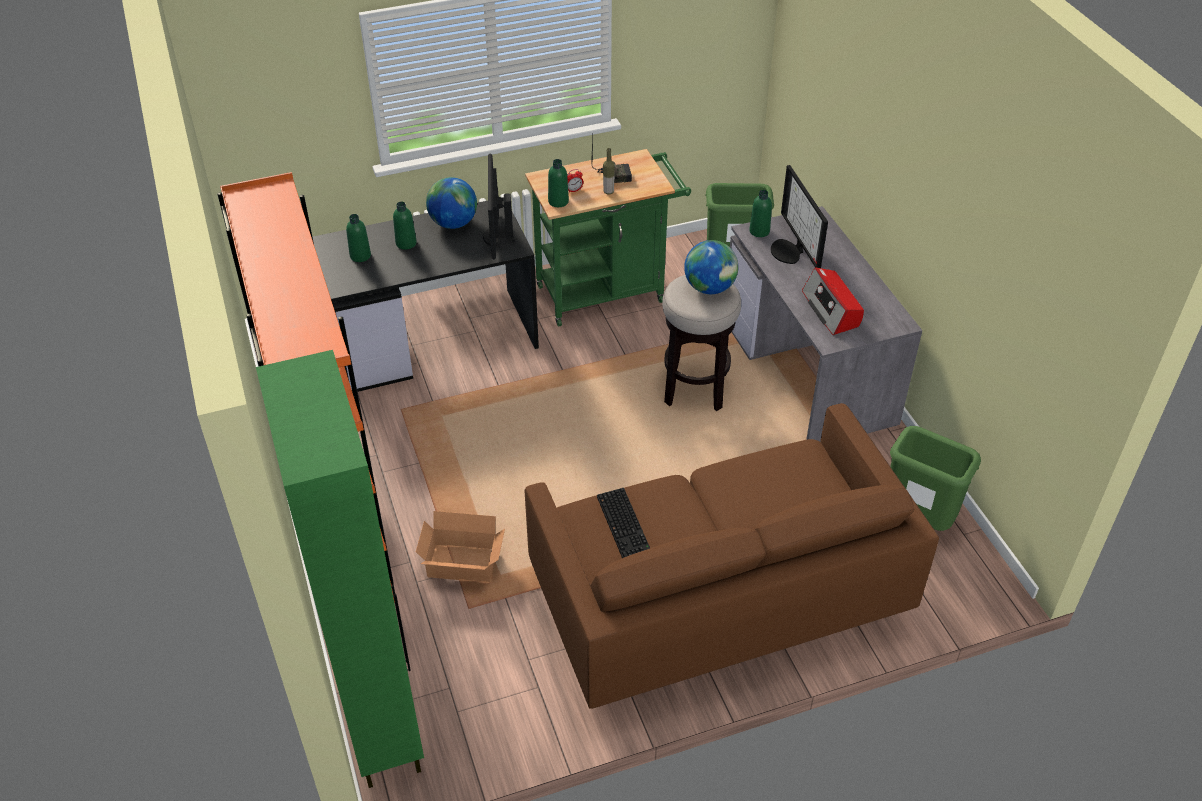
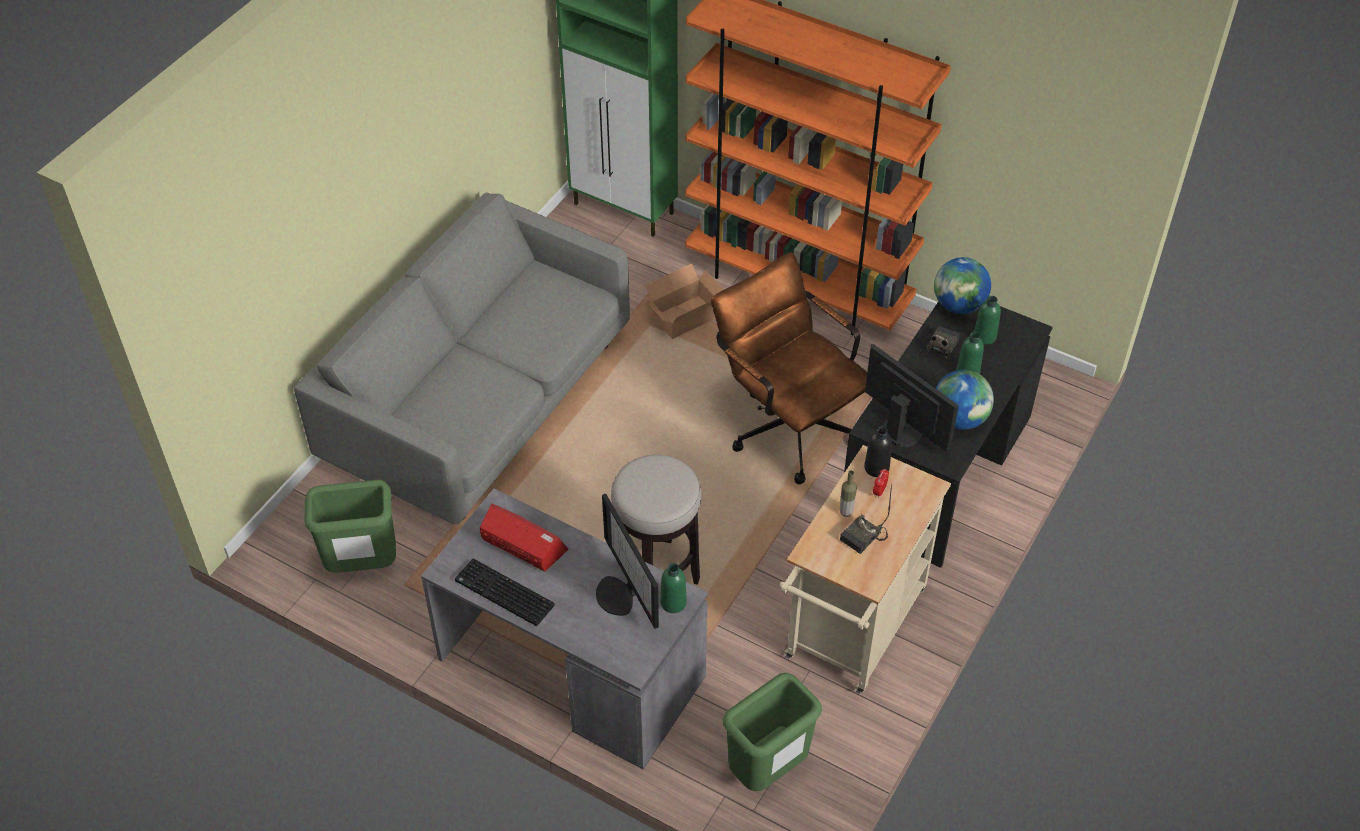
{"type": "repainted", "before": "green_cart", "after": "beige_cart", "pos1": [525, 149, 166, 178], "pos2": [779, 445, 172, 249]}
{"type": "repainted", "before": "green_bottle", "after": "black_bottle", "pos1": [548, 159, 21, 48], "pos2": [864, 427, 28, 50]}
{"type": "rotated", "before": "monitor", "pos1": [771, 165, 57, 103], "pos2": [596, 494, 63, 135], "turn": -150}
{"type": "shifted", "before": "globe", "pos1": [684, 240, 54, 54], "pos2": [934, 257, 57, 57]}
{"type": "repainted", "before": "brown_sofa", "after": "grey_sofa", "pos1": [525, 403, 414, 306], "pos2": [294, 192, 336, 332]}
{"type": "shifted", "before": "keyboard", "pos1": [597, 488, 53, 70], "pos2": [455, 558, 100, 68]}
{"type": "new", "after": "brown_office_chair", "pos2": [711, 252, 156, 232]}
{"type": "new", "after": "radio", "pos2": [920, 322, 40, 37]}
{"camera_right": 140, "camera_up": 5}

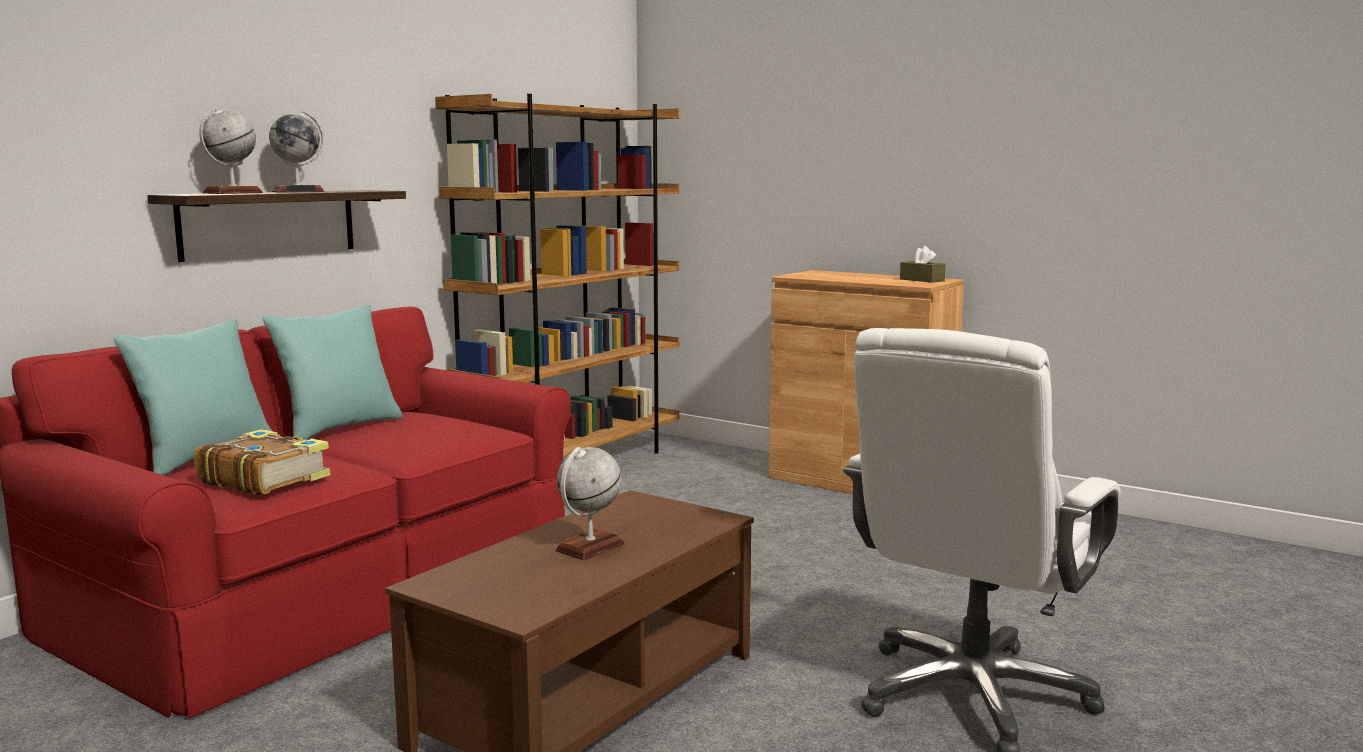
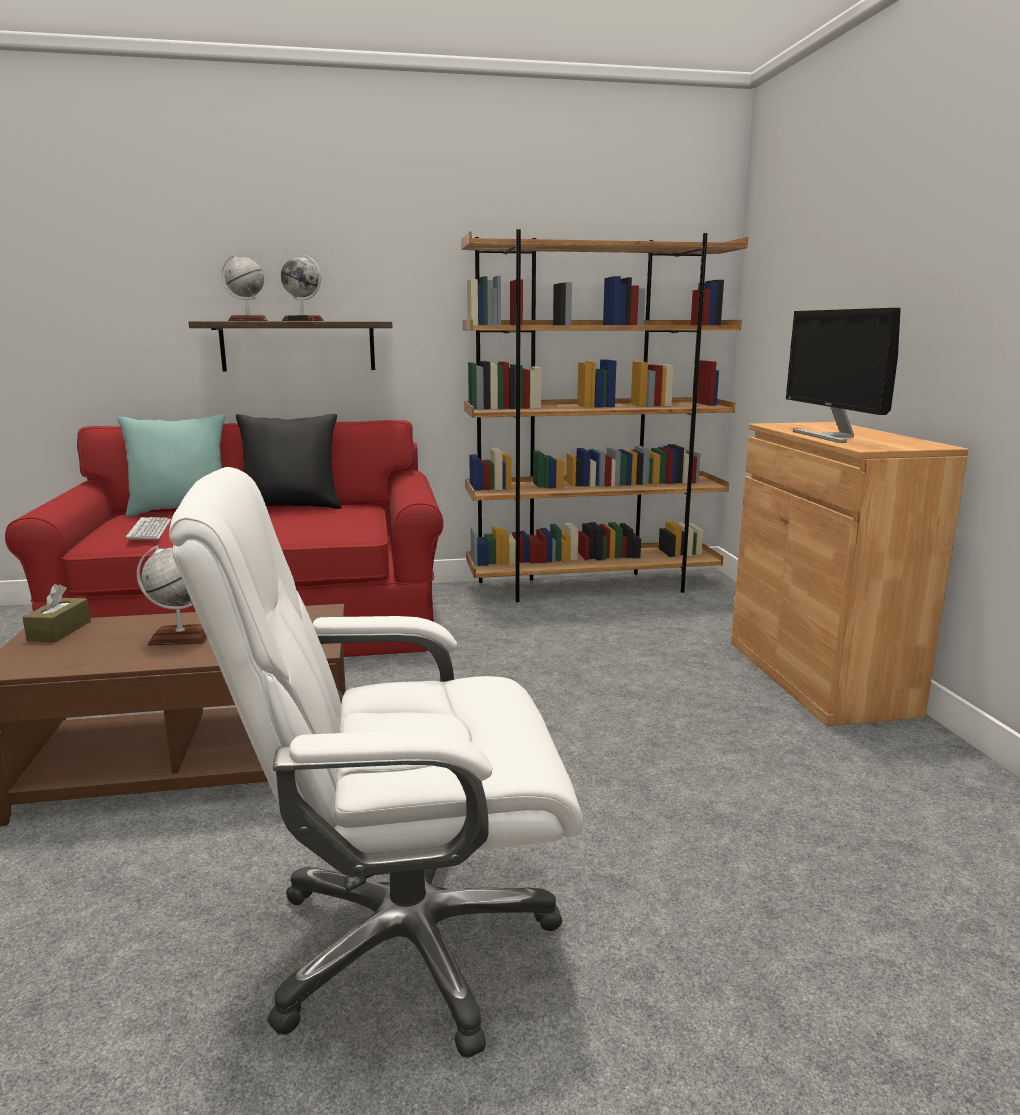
{"type": "shifted", "before": "brown_tissue_box", "pos1": [900, 246, 46, 37], "pos2": [22, 584, 69, 58]}
{"type": "repainted", "before": "turquoise_pillow", "after": "black_pillow", "pos1": [263, 304, 140, 136], "pos2": [236, 414, 106, 95]}
{"type": "swapped", "before": "book", "after": "keyboard", "pos1": [194, 429, 136, 67], "pos2": [126, 517, 45, 23]}
{"type": "new", "after": "monitor", "pos2": [786, 308, 115, 135]}
{"camera_right": 45, "camera_up": 5}

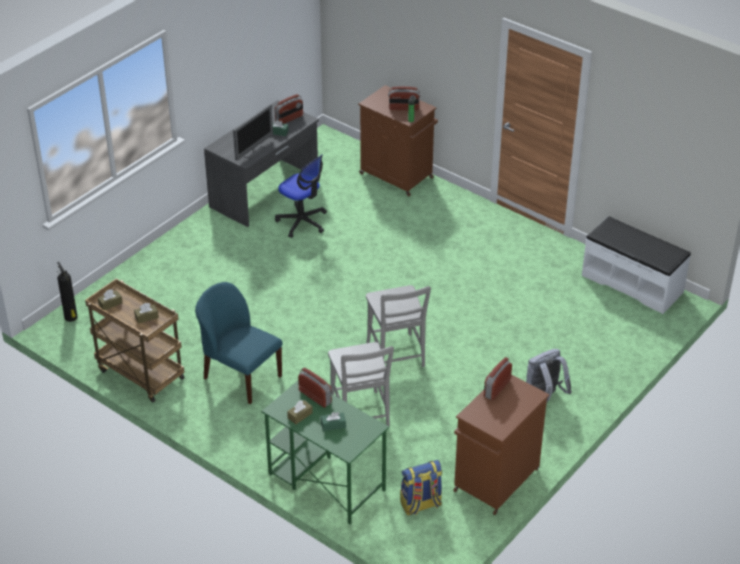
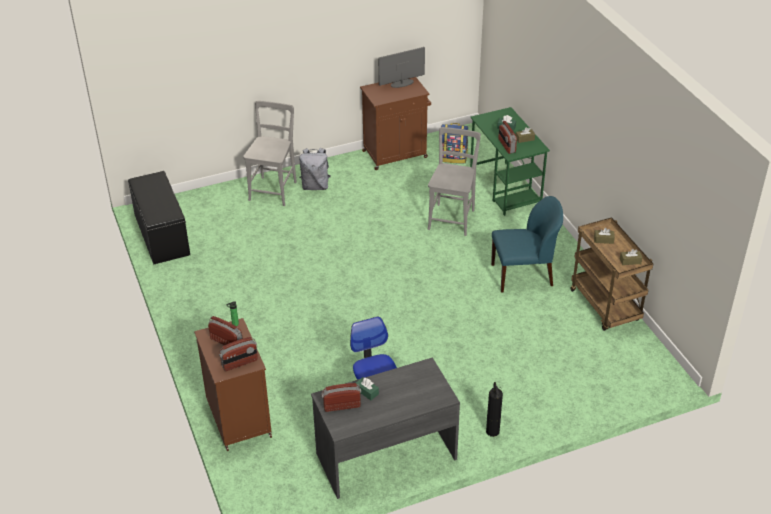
{"type": "shifted", "before": "monitor", "pos1": [233, 105, 40, 55], "pos2": [378, 47, 47, 41]}
{"type": "repainted", "before": "white_bench", "after": "black_bench", "pos1": [582, 216, 109, 98], "pos2": [128, 171, 62, 94]}
{"type": "shifted", "before": "fire_extinguisher", "pos1": [57, 262, 21, 60], "pos2": [486, 382, 17, 55]}
{"type": "rotated", "before": "blue_chair", "pos1": [195, 282, 88, 122], "pos2": [491, 196, 72, 97], "turn": -75}
{"type": "shifted", "before": "grey_chair", "pos1": [366, 285, 65, 82], "pos2": [243, 101, 54, 105]}
{"type": "shifted", "before": "radio", "pos1": [484, 357, 28, 43], "pos2": [219, 337, 39, 34]}
{"camera_right": -150, "camera_up": 0}

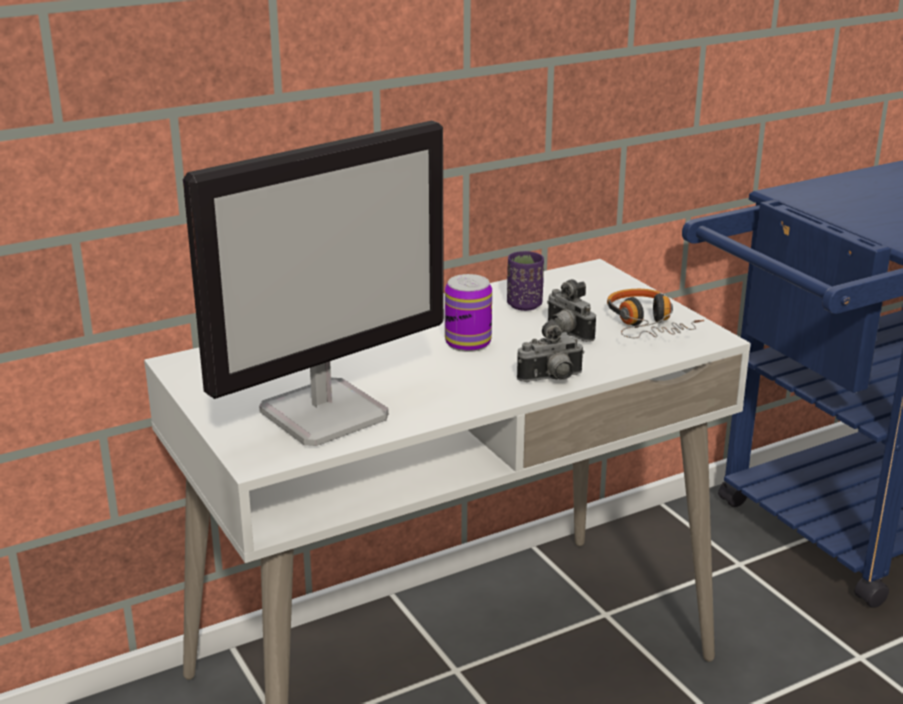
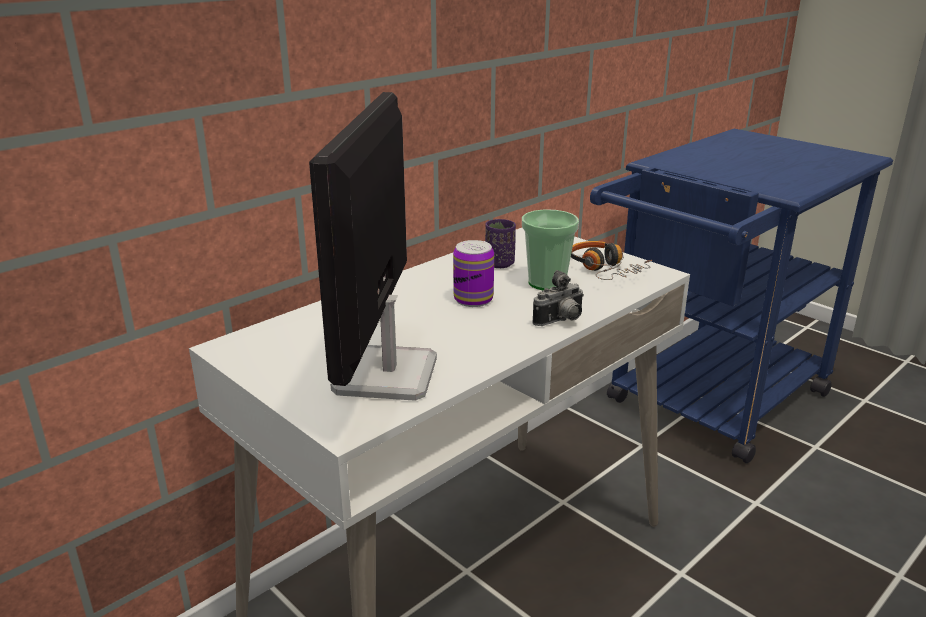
{"type": "rotated", "before": "monitor", "pos1": [183, 121, 261, 325], "pos2": [309, 92, 128, 309], "turn": 150}
{"type": "swapped", "before": "photo_camera", "after": "cup", "pos1": [547, 279, 49, 63], "pos2": [522, 209, 57, 81]}
{"camera_right": -15, "camera_up": 0}

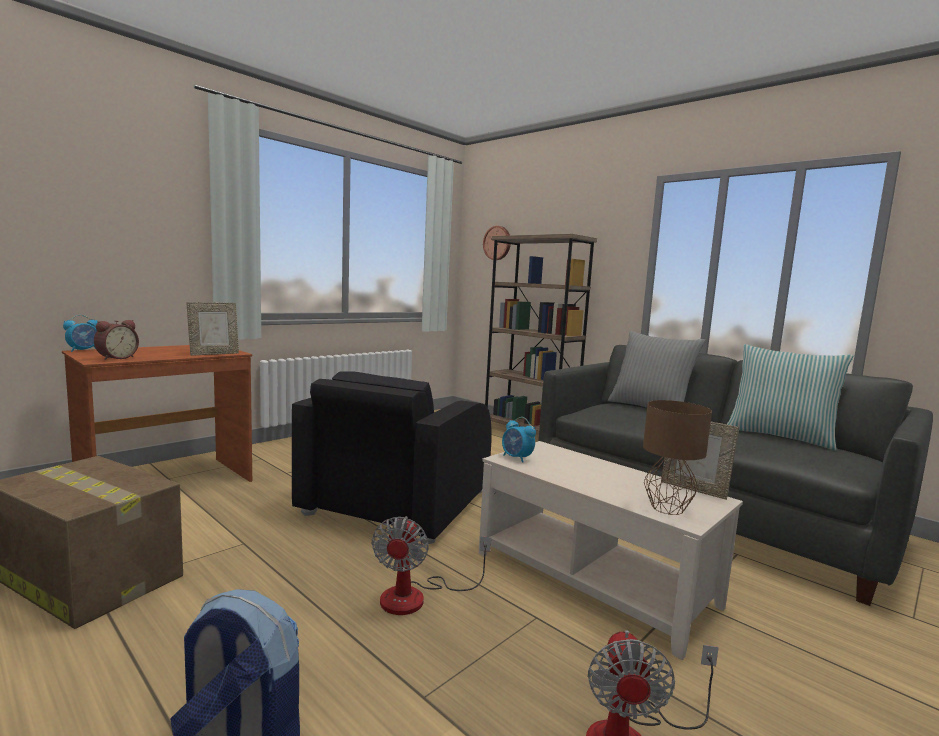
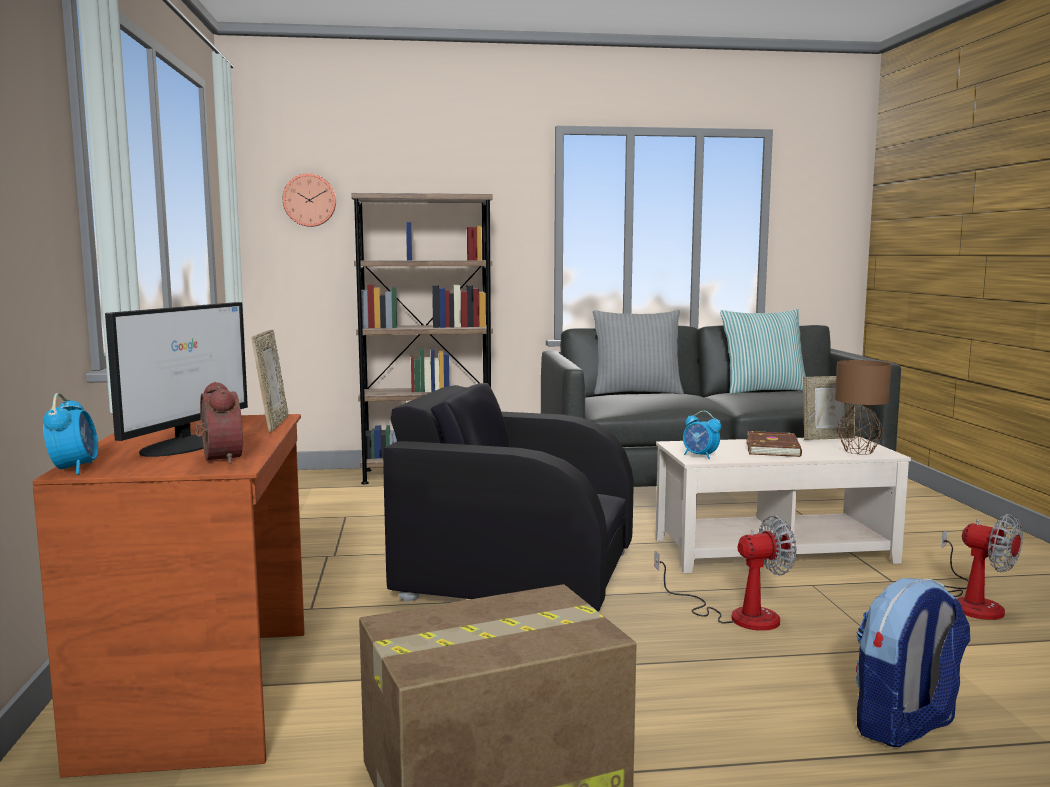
{"type": "rotated", "before": "black_armchair", "pos1": [292, 371, 200, 173], "pos2": [383, 383, 251, 229], "turn": 135}
{"type": "rotated", "before": "alarm_clock", "pos1": [502, 417, 34, 46], "pos2": [683, 411, 38, 48], "turn": 45}
{"type": "rotated", "before": "fan", "pos1": [372, 516, 119, 99], "pos2": [654, 515, 143, 116], "turn": -60}
{"type": "new", "after": "monitor", "pos2": [105, 302, 143, 155]}
{"type": "new", "after": "brown_book", "pos2": [747, 431, 55, 26]}
{"camera_right": -50, "camera_up": 0}

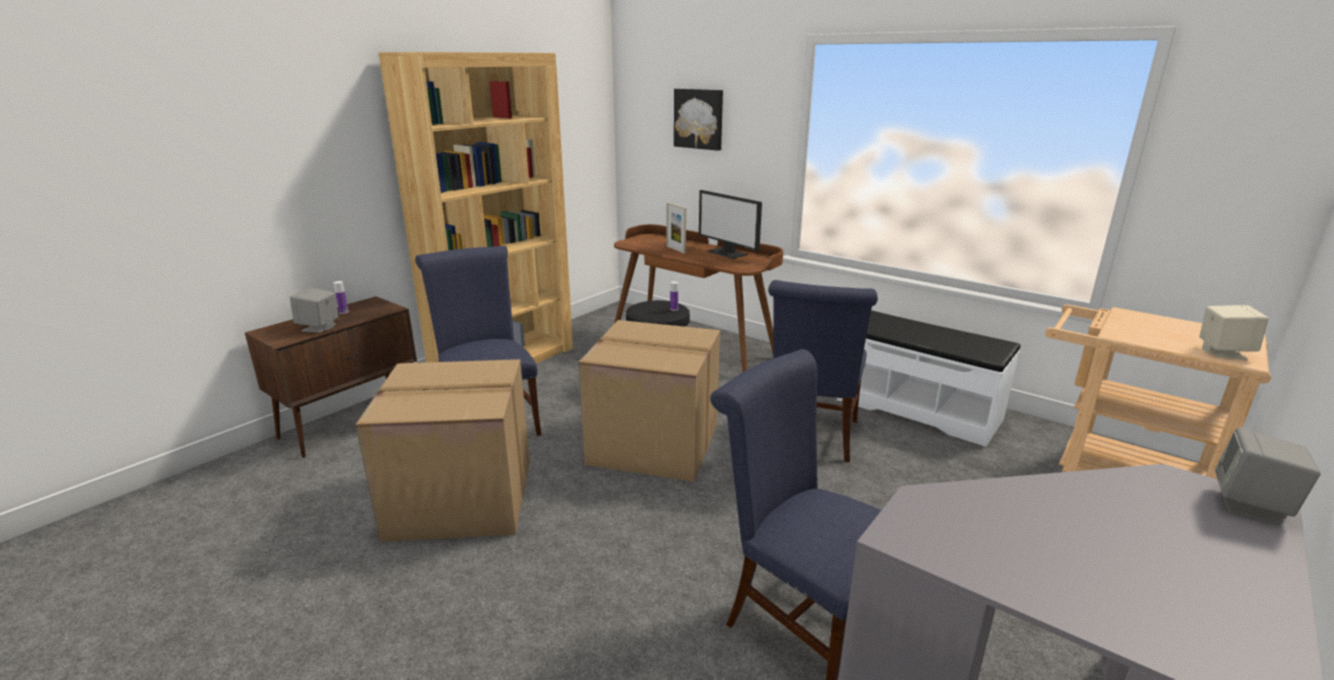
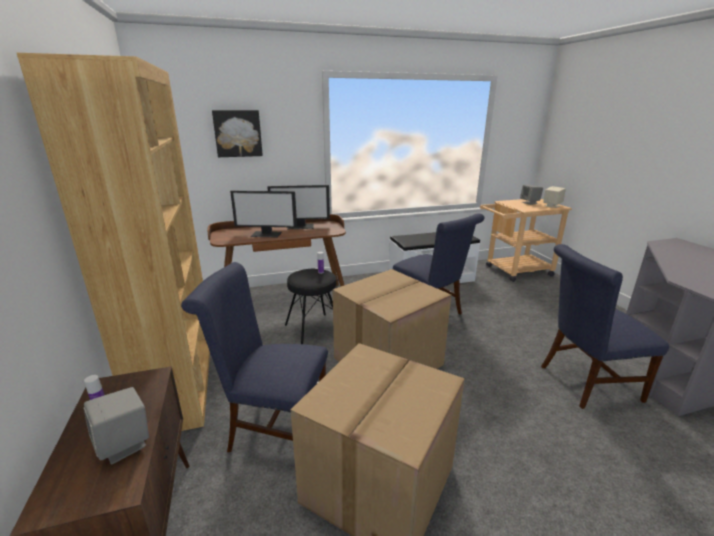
{"type": "swapped", "before": "picture_frame", "after": "monitor", "pos1": [667, 202, 19, 52], "pos2": [230, 191, 67, 46]}
{"type": "shifted", "before": "grey_speaker", "pos1": [1215, 428, 106, 96], "pos2": [520, 185, 23, 20]}
{"camera_right": -55, "camera_up": 0}

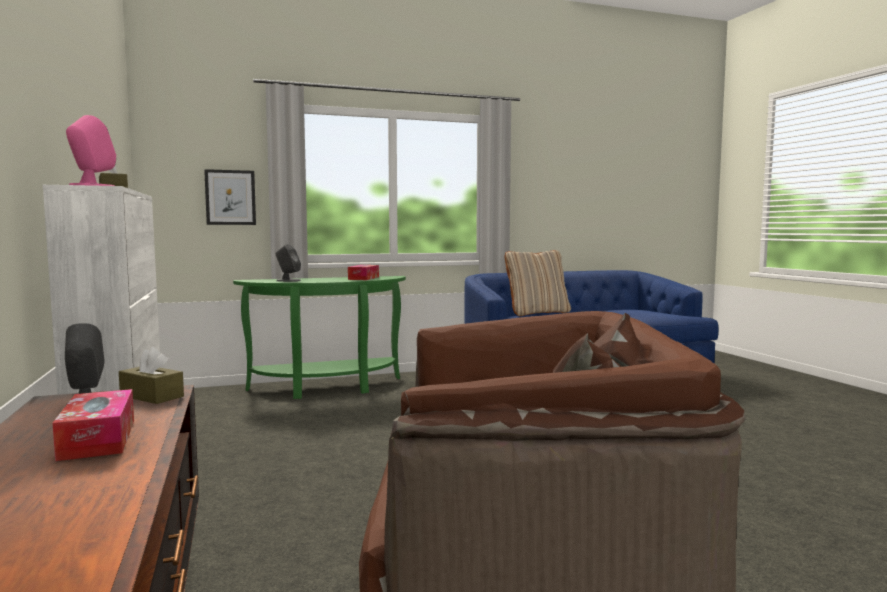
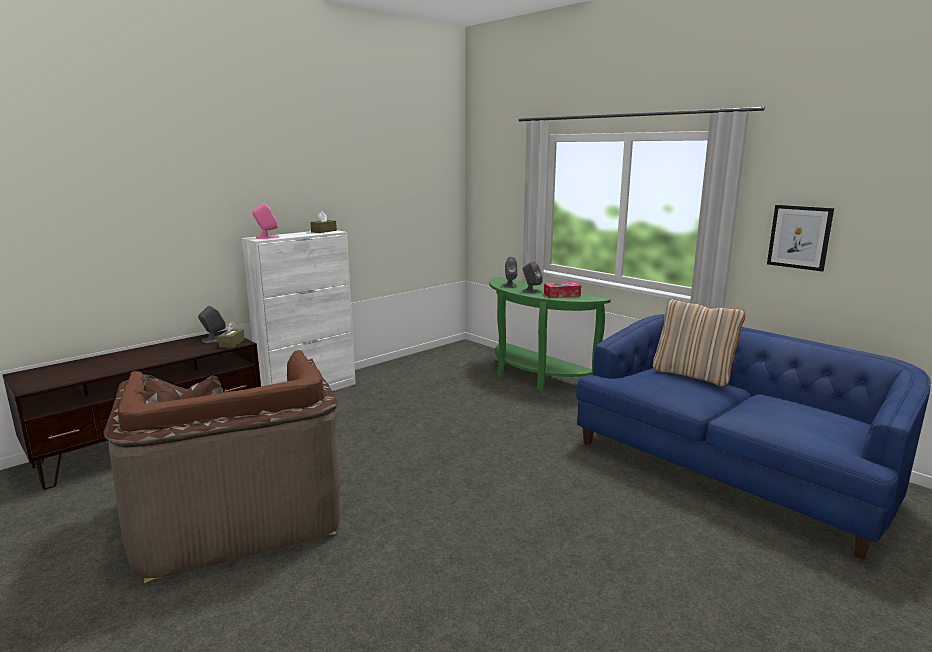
{"type": "shifted", "before": "picture", "pos1": [204, 169, 52, 56], "pos2": [767, 205, 67, 67]}
{"type": "gone", "before": "tissue_box", "pos1": [52, 389, 82, 72]}
{"type": "new", "after": "grey_speaker", "pos2": [522, 261, 21, 33]}
{"camera_right": 65, "camera_up": 10}

